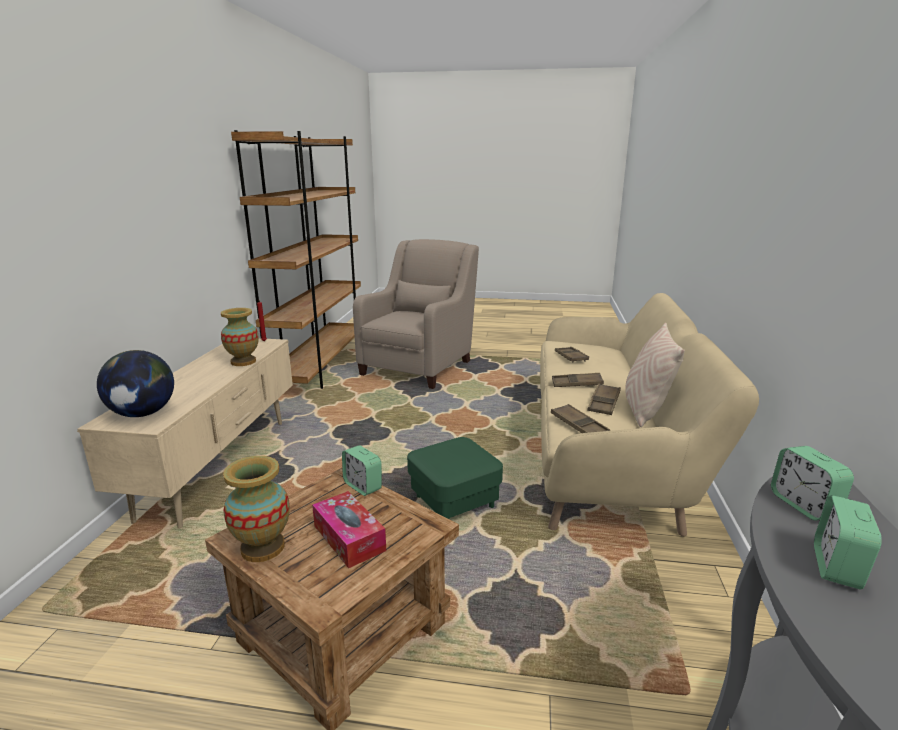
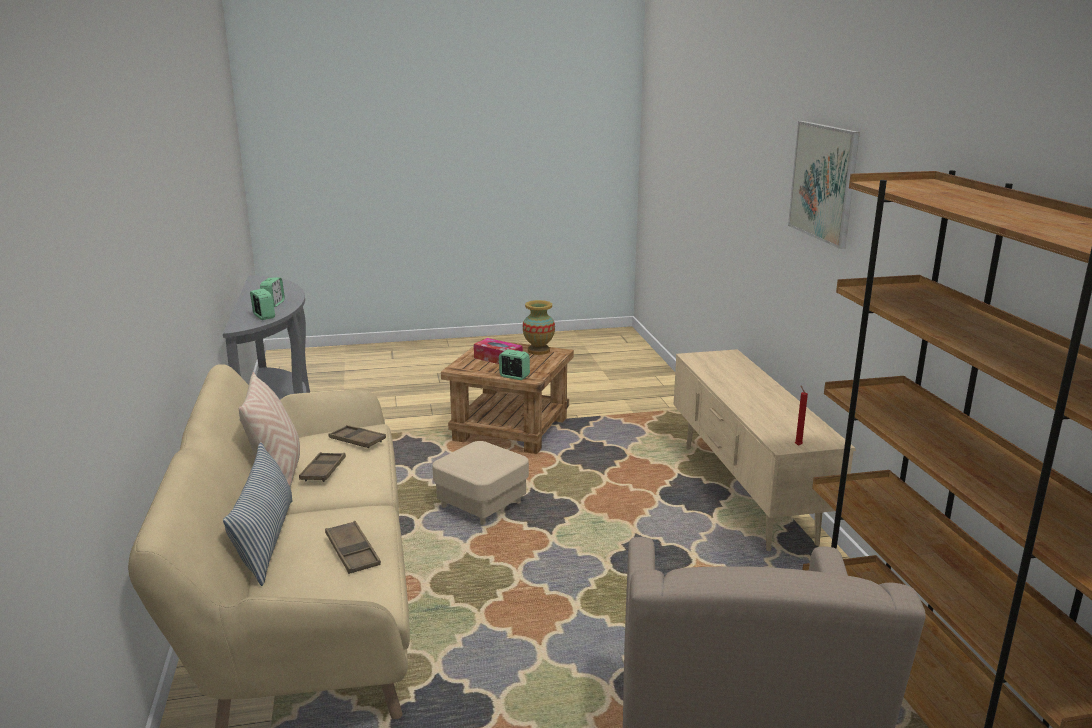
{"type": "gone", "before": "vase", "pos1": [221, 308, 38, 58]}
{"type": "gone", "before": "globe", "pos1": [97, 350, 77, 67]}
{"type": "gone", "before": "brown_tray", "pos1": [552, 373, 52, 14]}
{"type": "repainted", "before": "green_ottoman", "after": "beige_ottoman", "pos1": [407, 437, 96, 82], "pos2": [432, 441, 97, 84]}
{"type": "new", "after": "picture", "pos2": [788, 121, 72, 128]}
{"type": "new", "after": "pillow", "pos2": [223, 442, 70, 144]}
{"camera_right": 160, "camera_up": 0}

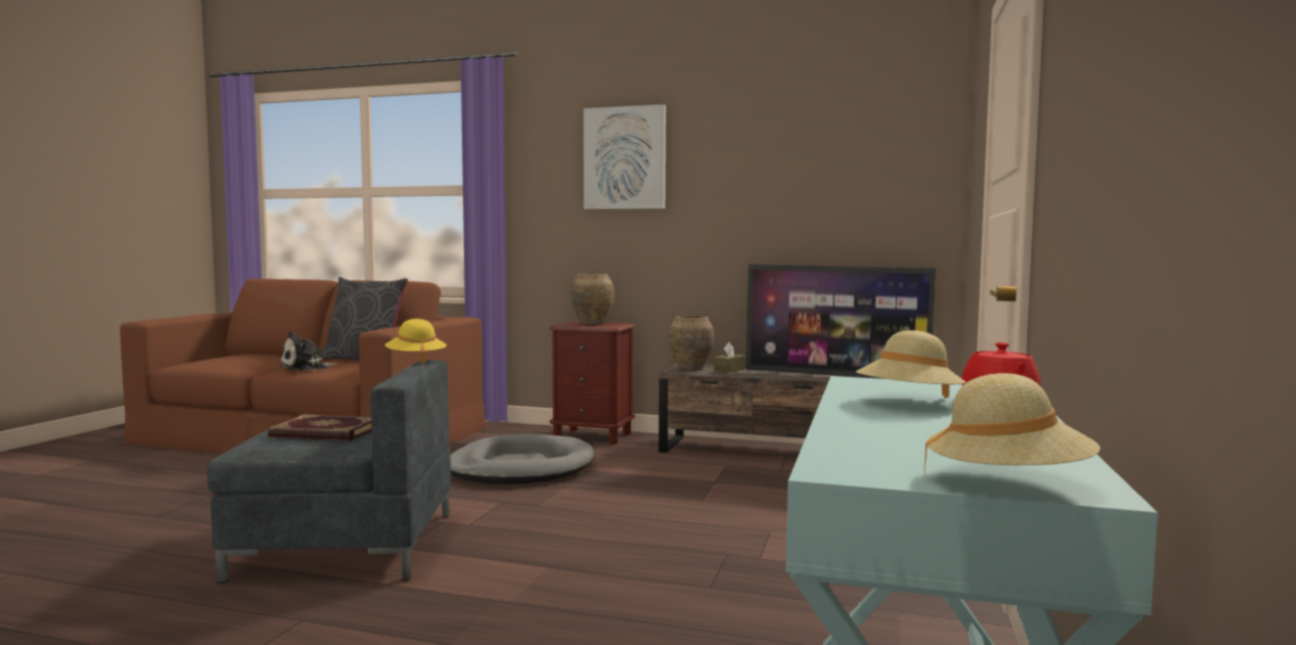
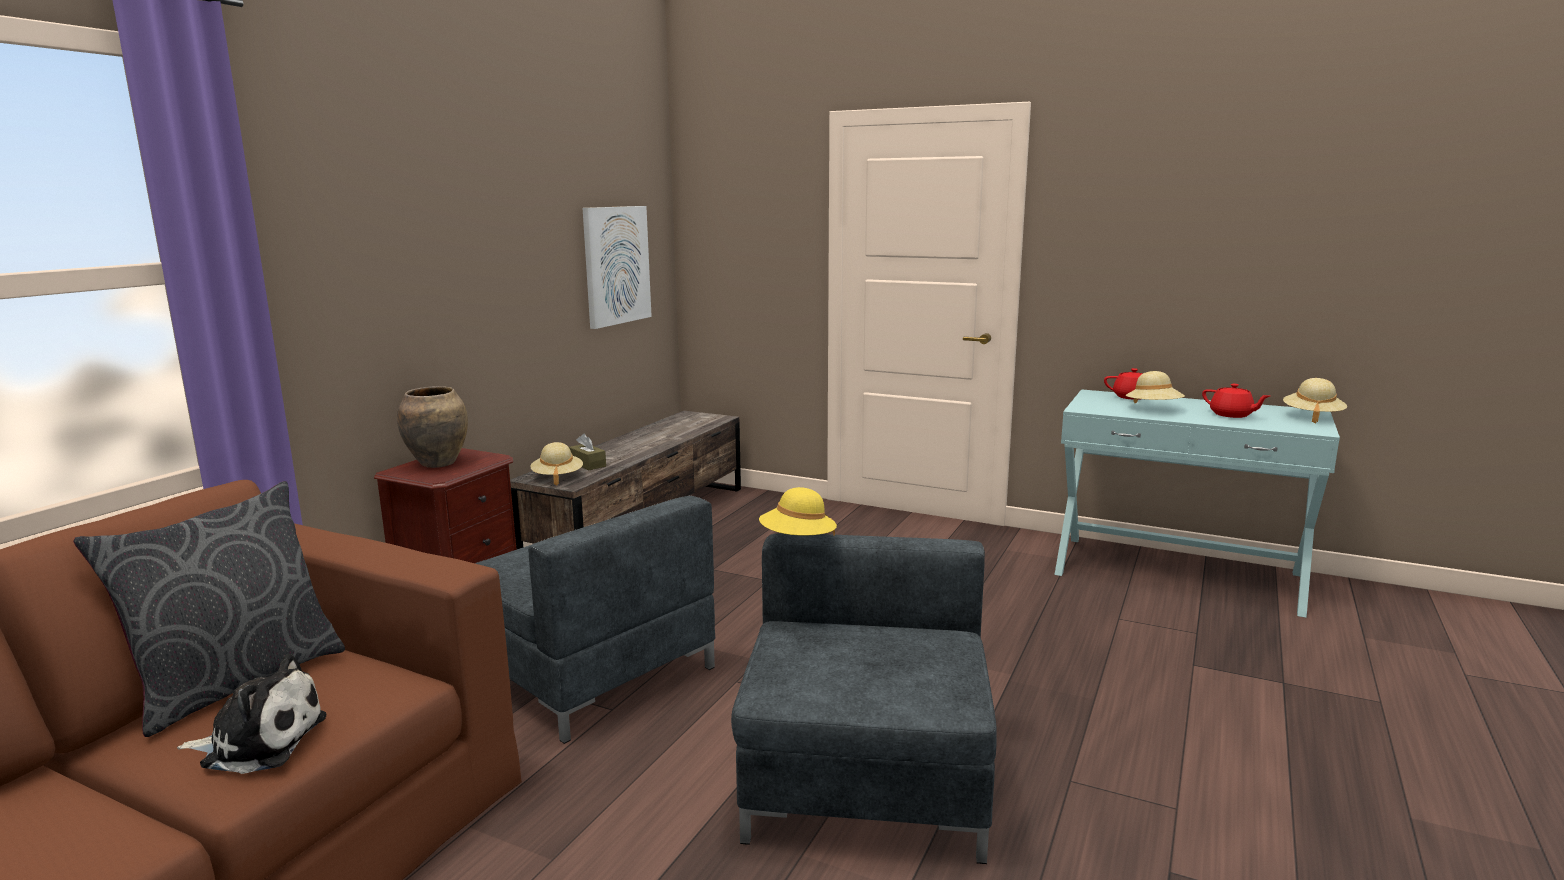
{"type": "shifted", "before": "picture", "pos1": [583, 104, 83, 105], "pos2": [583, 206, 69, 123]}
{"type": "gone", "before": "television", "pos1": [746, 264, 190, 115]}
{"type": "swapped", "before": "brown_vase", "after": "beige_hat", "pos1": [668, 315, 46, 55], "pos2": [530, 442, 53, 44]}
{"type": "rotated", "before": "plush_toy", "pos1": [280, 331, 58, 40], "pos2": [177, 654, 149, 120], "turn": -60}
{"type": "gone", "before": "book", "pos1": [268, 414, 104, 27]}
{"type": "swapped", "before": "grey_dog_bed", "after": "grey_armchair", "pos1": [450, 434, 144, 50], "pos2": [475, 496, 240, 248]}
{"type": "new", "after": "red_teapot", "pos2": [1202, 384, 68, 34]}
{"camera_right": -80, "camera_up": 10}

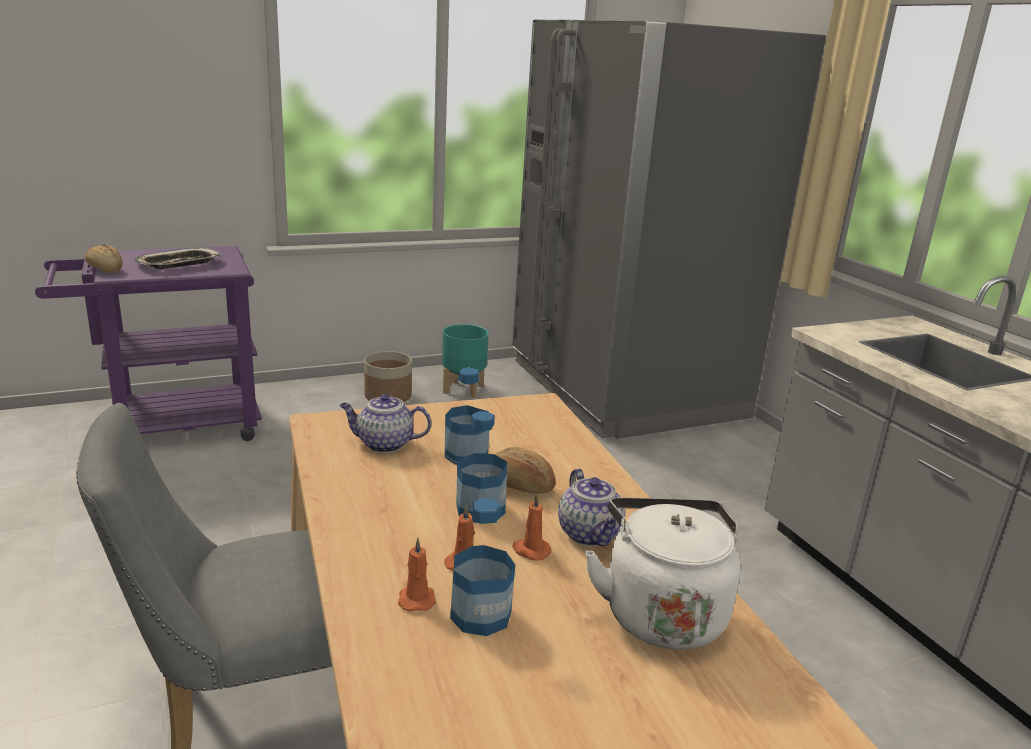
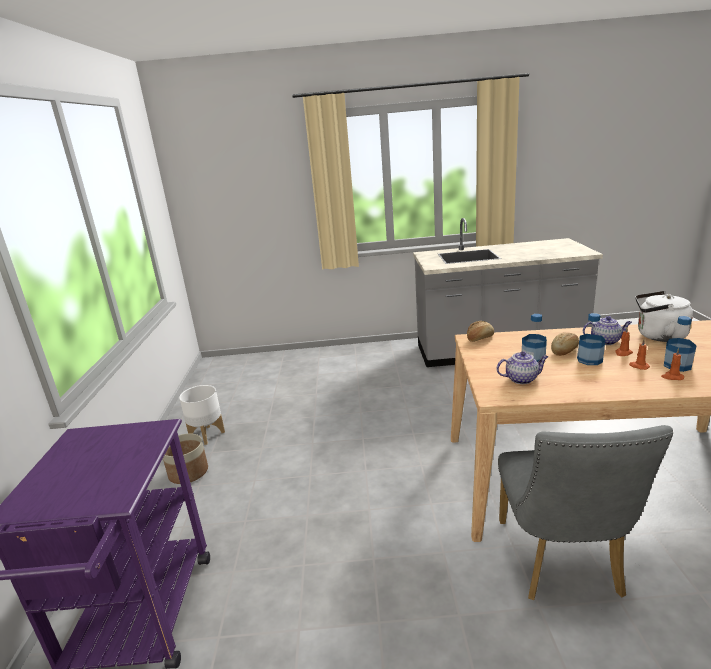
{"type": "gone", "before": "grey_fridge", "pos1": [513, 20, 313, 419]}
{"type": "shifted", "before": "bread", "pos1": [85, 245, 38, 28], "pos2": [467, 321, 27, 21]}
{"type": "gone", "before": "tray", "pos1": [134, 248, 88, 21]}
{"type": "repainted", "before": "turquoise_planter", "after": "white_planter", "pos1": [442, 324, 47, 74], "pos2": [179, 385, 46, 60]}
{"type": "rotated", "before": "teapot", "pos1": [339, 394, 92, 59], "pos2": [496, 351, 52, 33], "turn": -120}
{"camera_right": -65, "camera_up": 0}

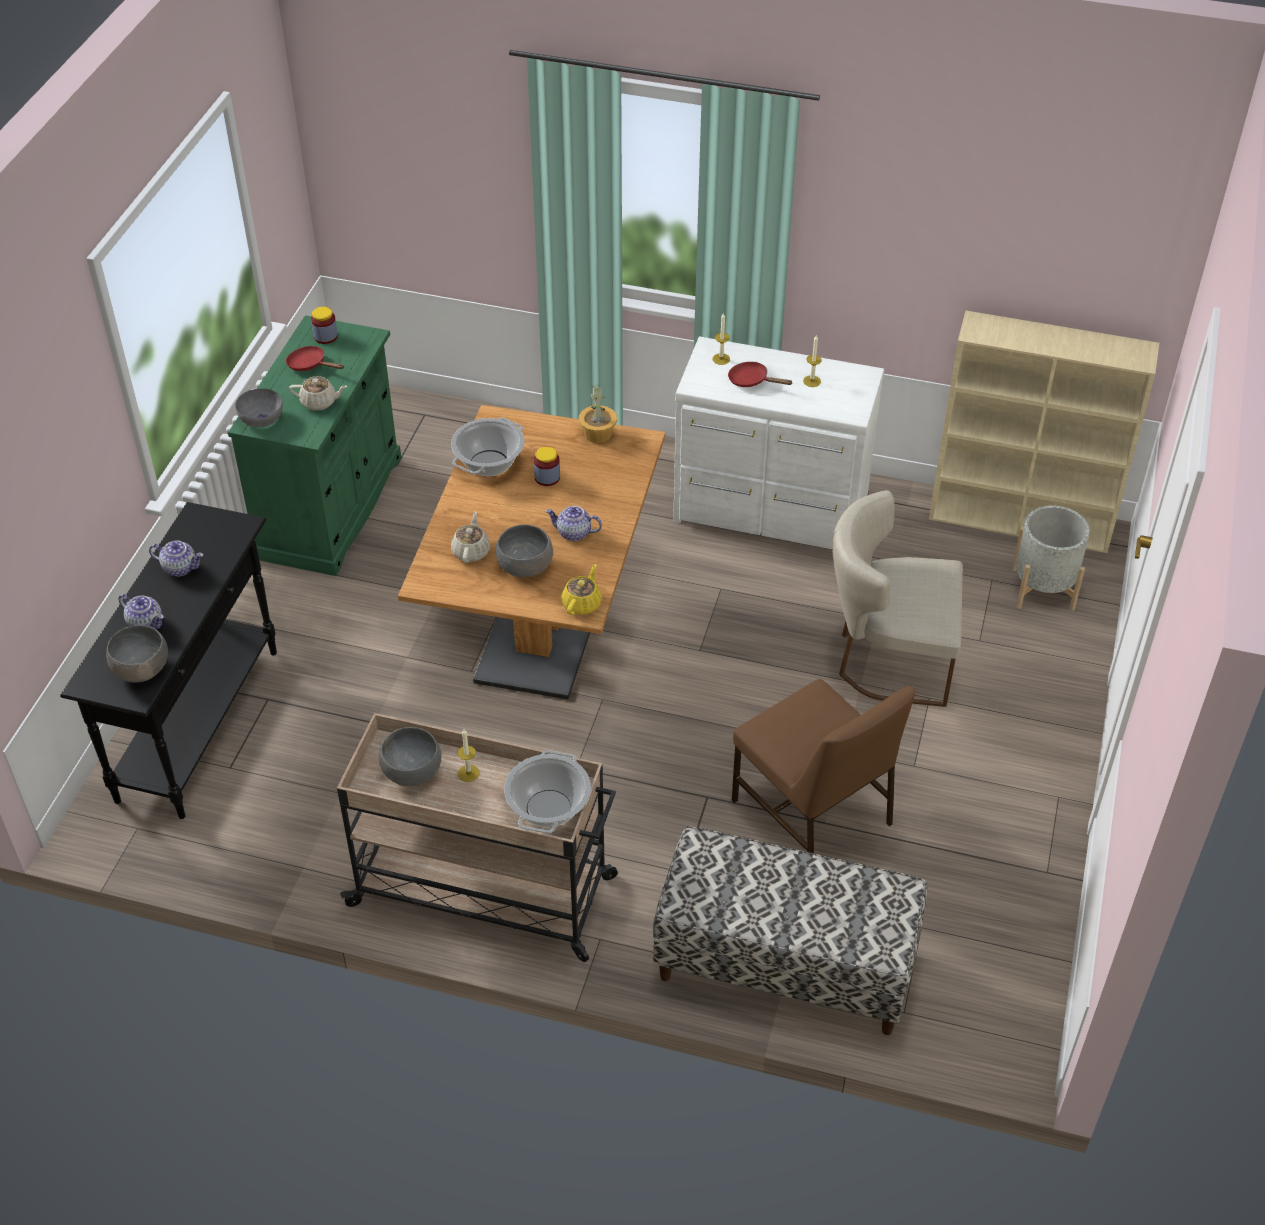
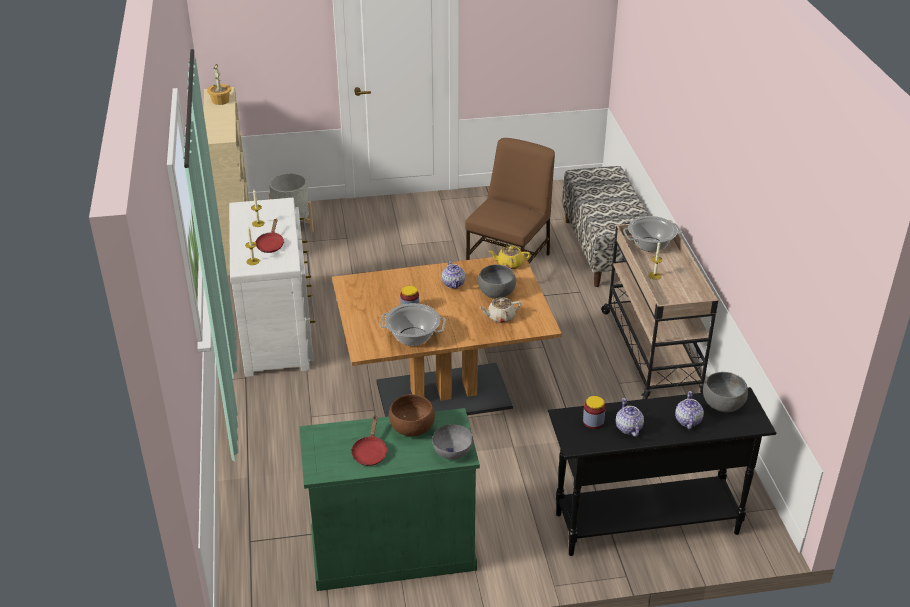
{"type": "shifted", "before": "jar", "pos1": [311, 307, 27, 37], "pos2": [583, 396, 23, 33]}
{"type": "swapped", "before": "beige_teapot", "after": "brown_bowl", "pos1": [289, 376, 58, 35], "pos2": [389, 394, 46, 42]}
{"type": "shifted", "before": "potted_plant", "pos1": [579, 385, 38, 58], "pos2": [207, 64, 24, 41]}
{"type": "gone", "before": "beige_chair", "pos1": [832, 490, 131, 217]}
{"type": "gone", "before": "grey_bowl", "pos1": [379, 727, 62, 59]}
{"camera_right": -115, "camera_up": -10}

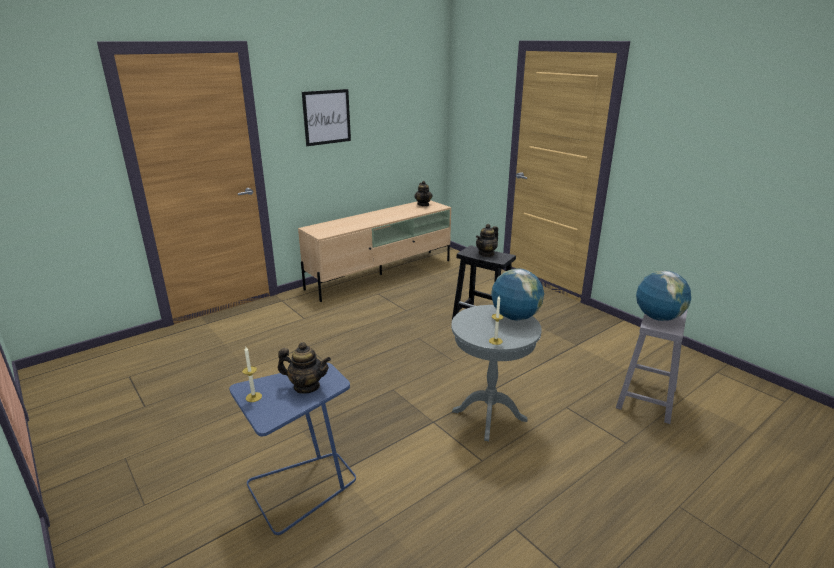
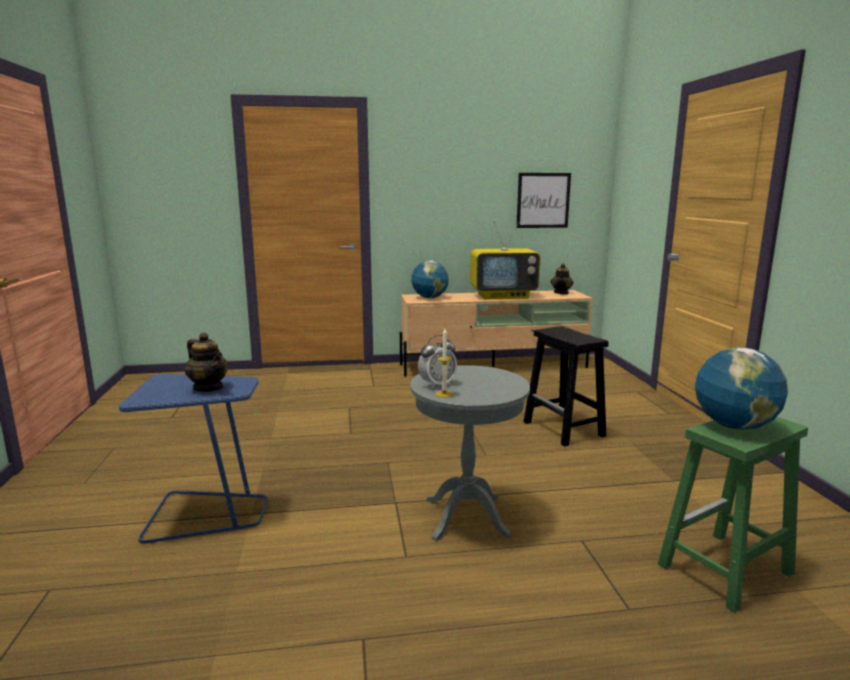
{"type": "shifted", "before": "picture", "pos1": [302, 89, 49, 57], "pos2": [516, 173, 55, 55]}
{"type": "gone", "before": "teapot", "pos1": [476, 224, 22, 33]}
{"type": "shifted", "before": "globe", "pos1": [491, 268, 53, 52], "pos2": [411, 261, 38, 37]}
{"type": "repainted", "before": "grey_stool", "after": "green_stool", "pos1": [616, 309, 72, 115], "pos2": [658, 417, 150, 196]}
{"type": "gone", "before": "candle", "pos1": [242, 347, 20, 55]}
{"type": "new", "after": "television", "pos2": [470, 221, 70, 78]}
{"type": "new", "after": "alarm_clock", "pos2": [418, 335, 39, 54]}
{"camera_right": 30, "camera_up": -10}

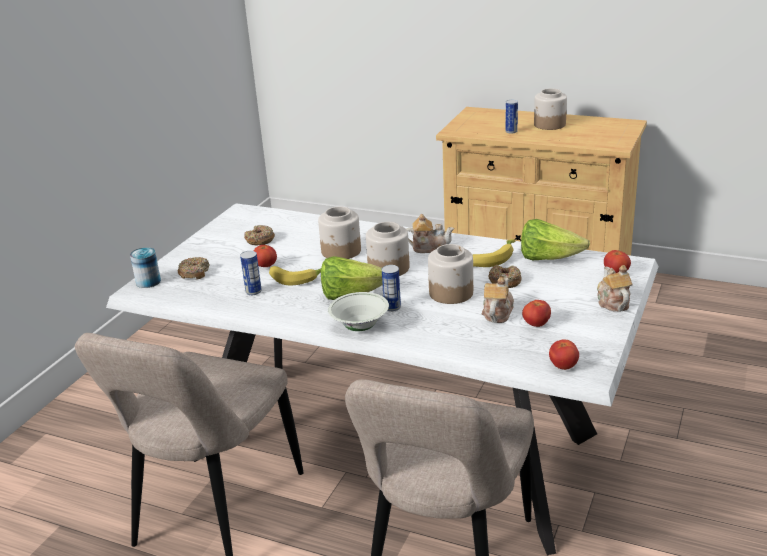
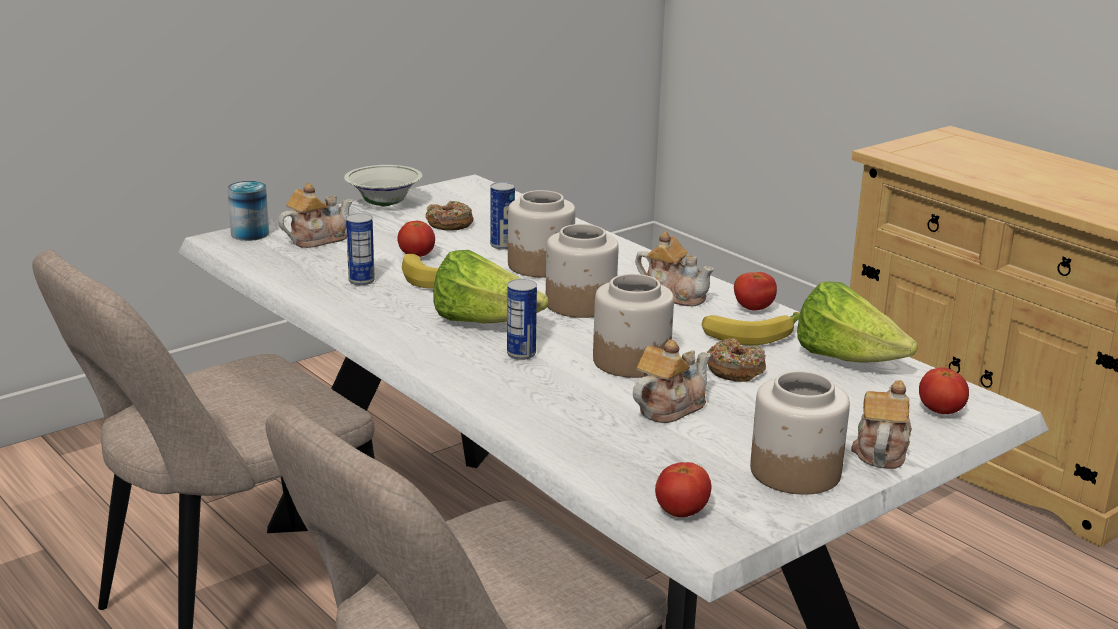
{"type": "shifted", "before": "jar", "pos1": [534, 88, 33, 42], "pos2": [750, 371, 100, 124]}
{"type": "shifted", "before": "can", "pos1": [505, 100, 13, 34], "pos2": [490, 182, 25, 67]}
{"type": "swapped", "before": "donut", "after": "teapot", "pos1": [178, 257, 32, 23], "pos2": [278, 183, 75, 65]}
{"type": "shifted", "before": "white_bowl", "pos1": [328, 292, 61, 39], "pos2": [344, 165, 78, 41]}
{"type": "shifted", "before": "tomato", "pos1": [522, 300, 29, 27], "pos2": [734, 272, 43, 39]}
{"camera_right": 25, "camera_up": -5}

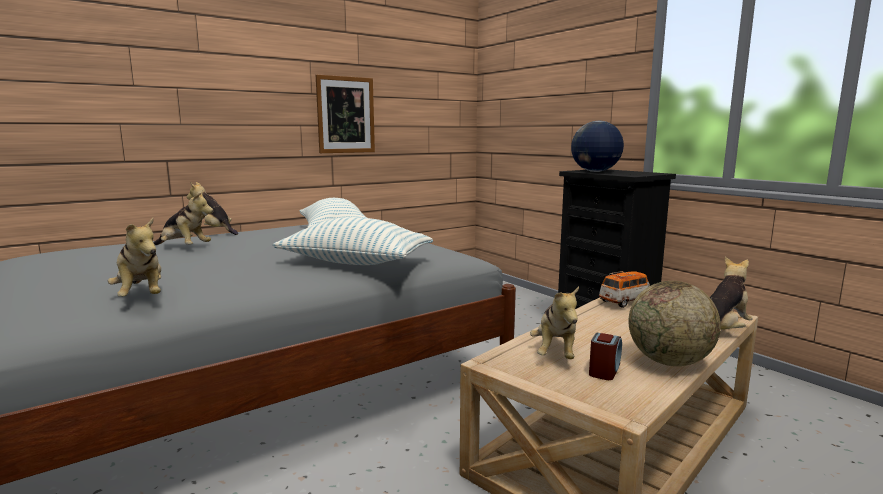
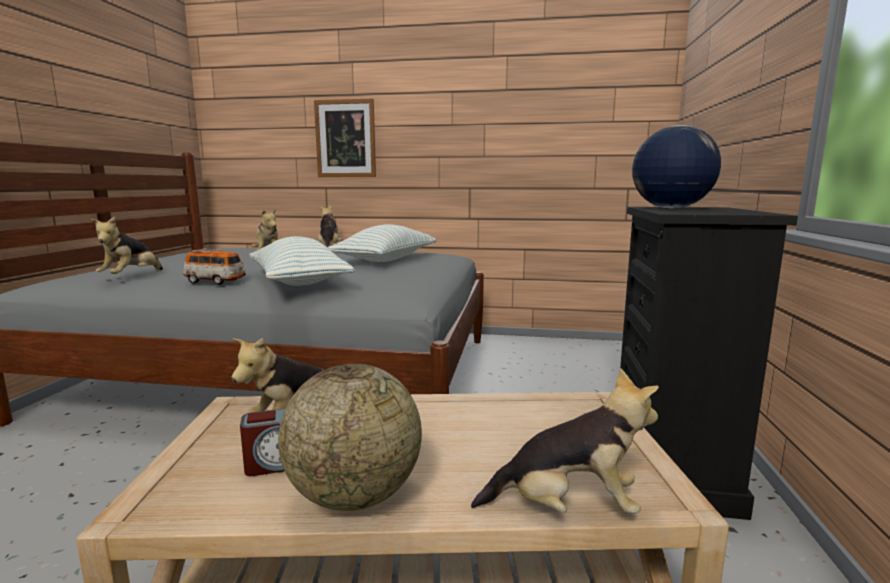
{"type": "shifted", "before": "picture", "pos1": [316, 75, 59, 78], "pos2": [314, 99, 62, 78]}
{"type": "shifted", "before": "toy_car", "pos1": [599, 271, 51, 37], "pos2": [183, 248, 63, 37]}
{"camera_right": 45, "camera_up": 0}

